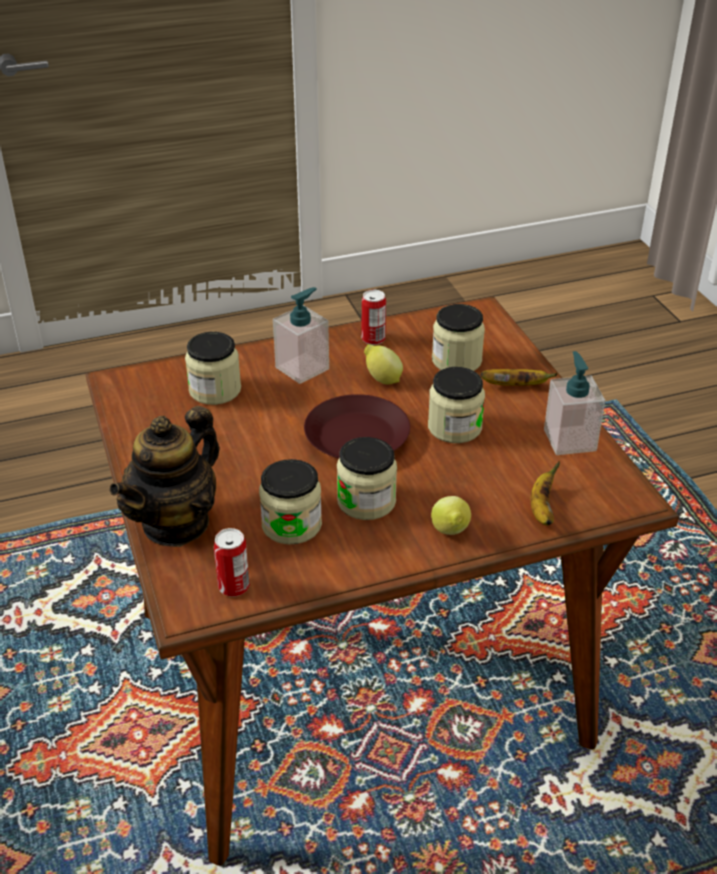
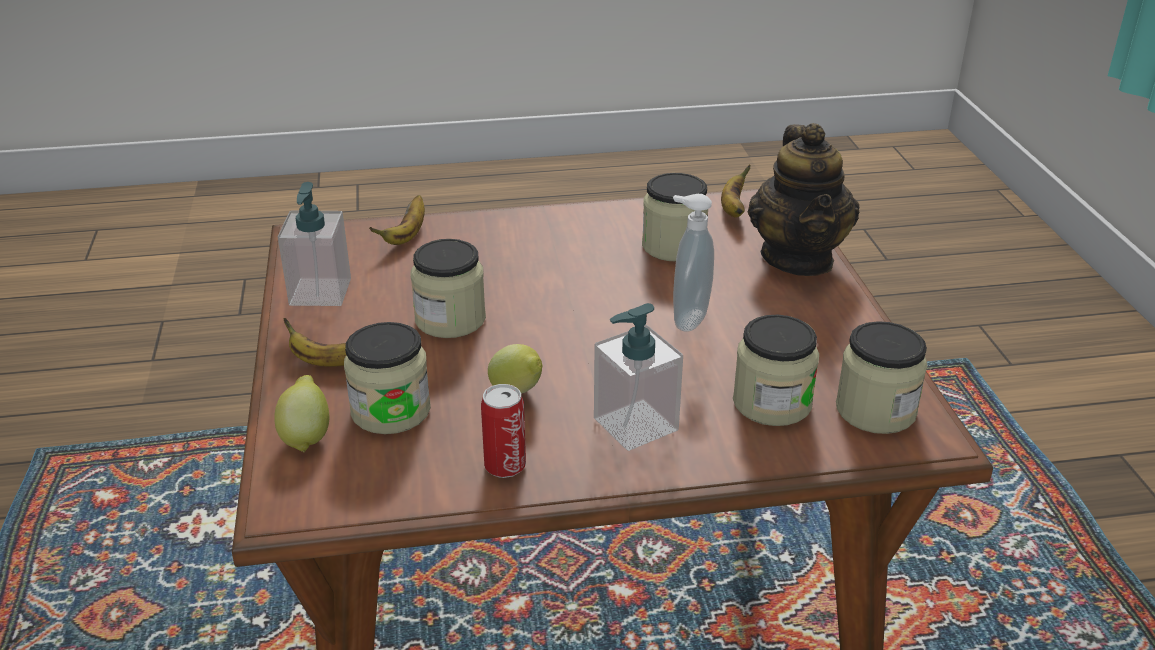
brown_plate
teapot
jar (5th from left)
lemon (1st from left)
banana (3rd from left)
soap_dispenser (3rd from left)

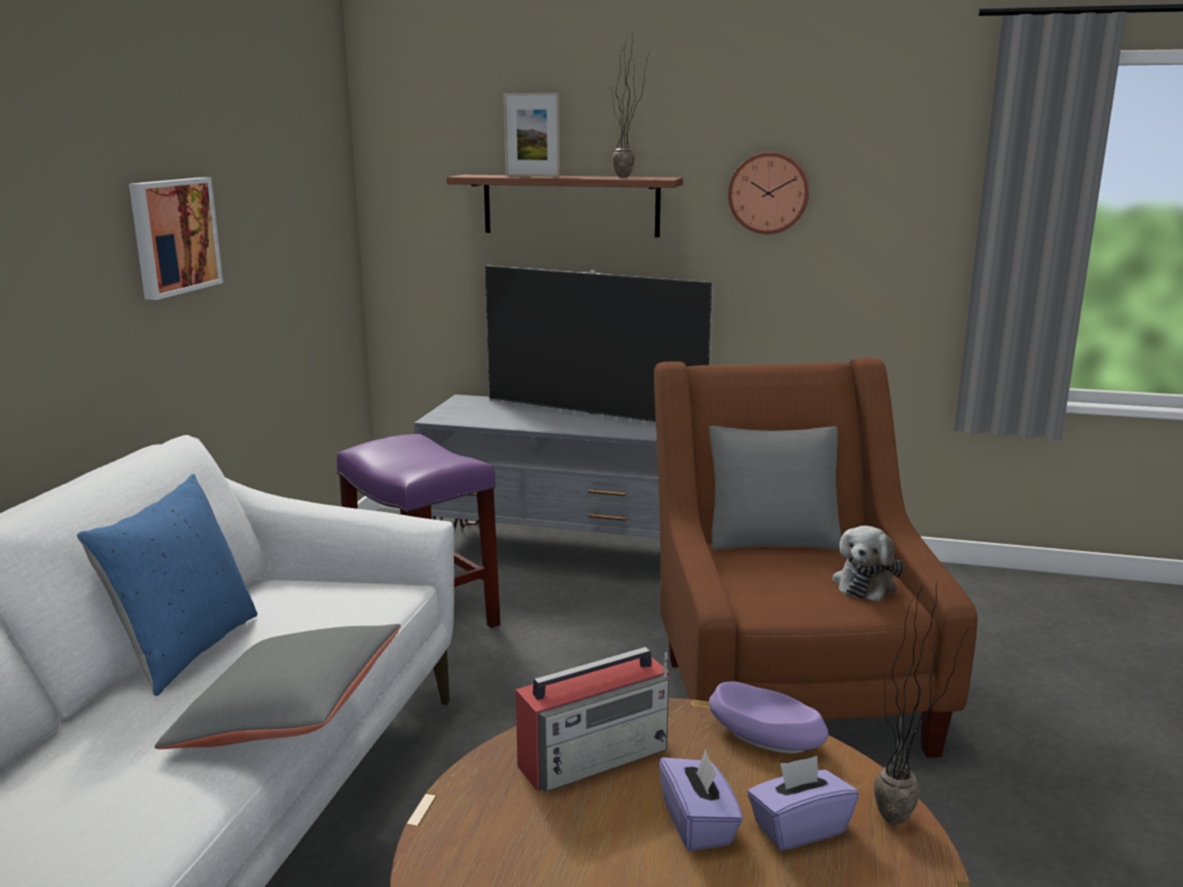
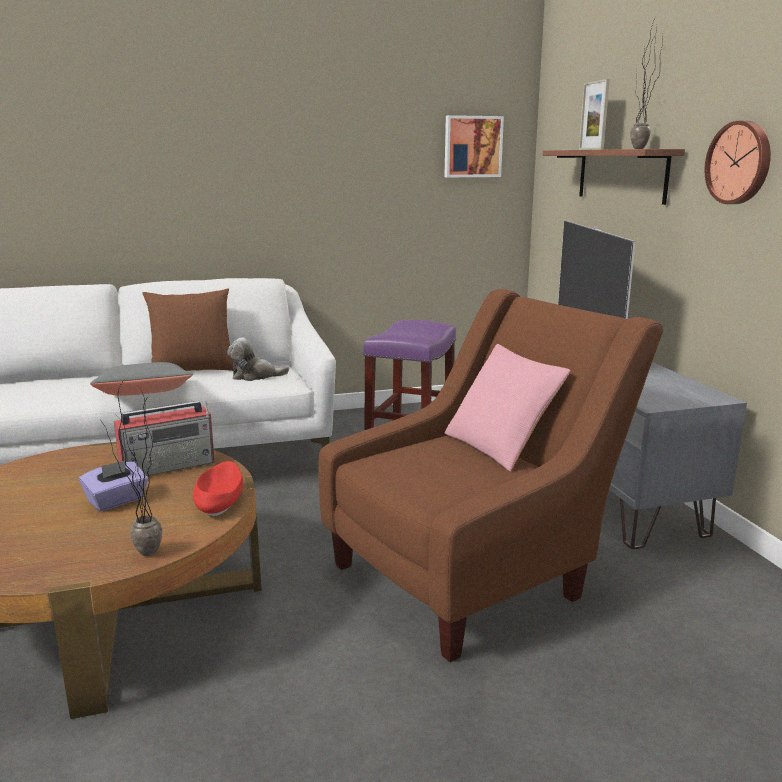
picture
pink_pillow
brown_pillow
plush_toy
radio
red_bowl
purple_tissue_box (2nd from left in the first image)

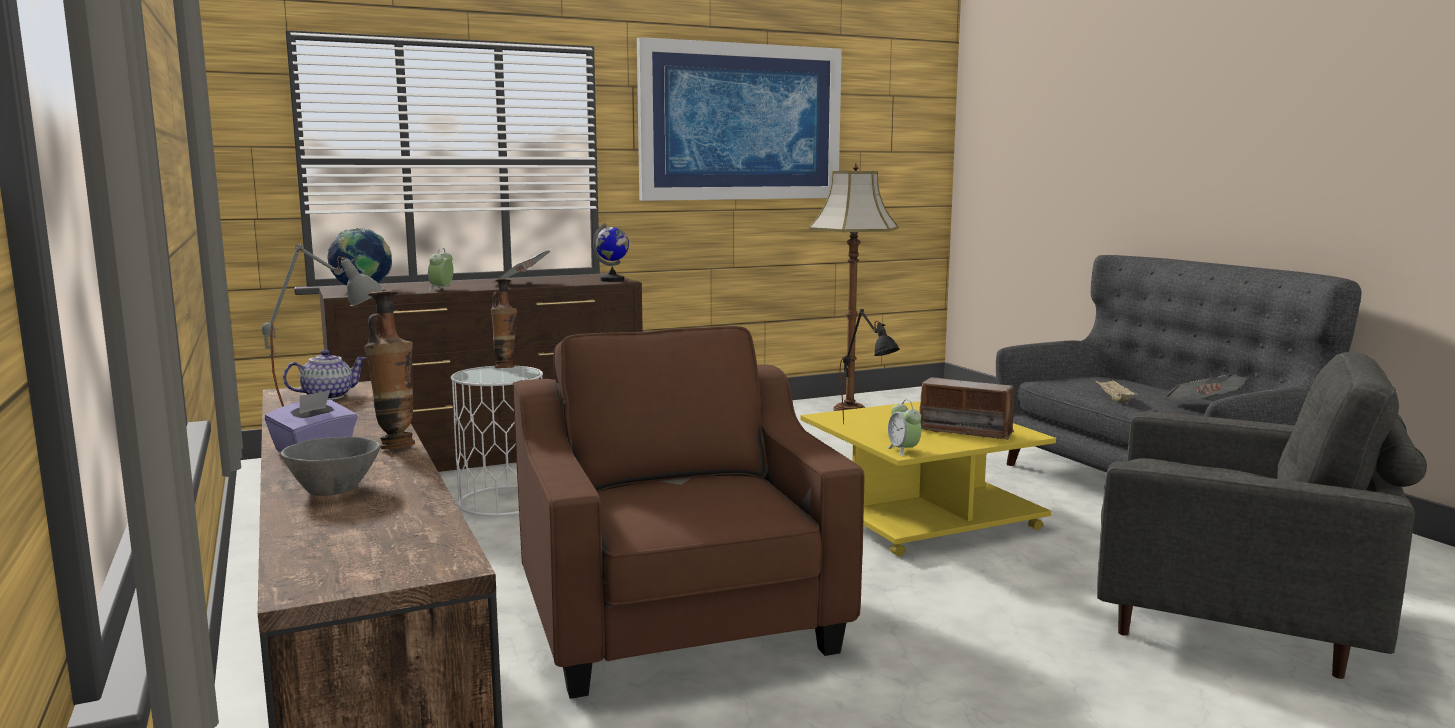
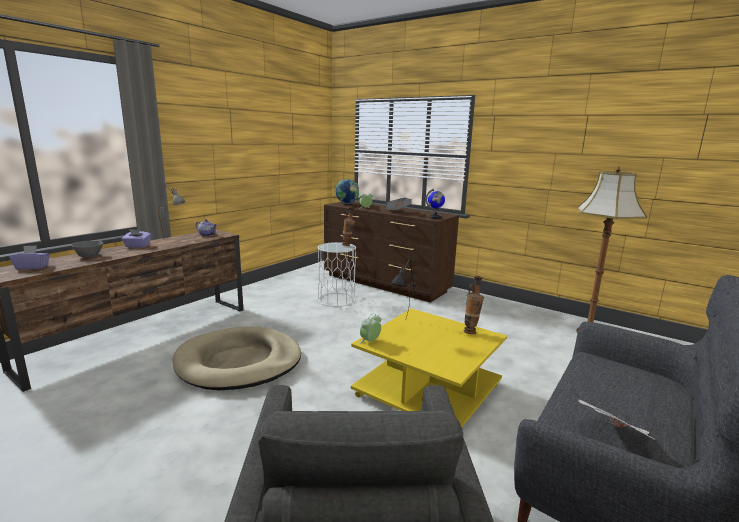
picture
vase (2nd from left)
beige_dog_bed
radio
beige_tray
purple_tissue_box (1st from left)

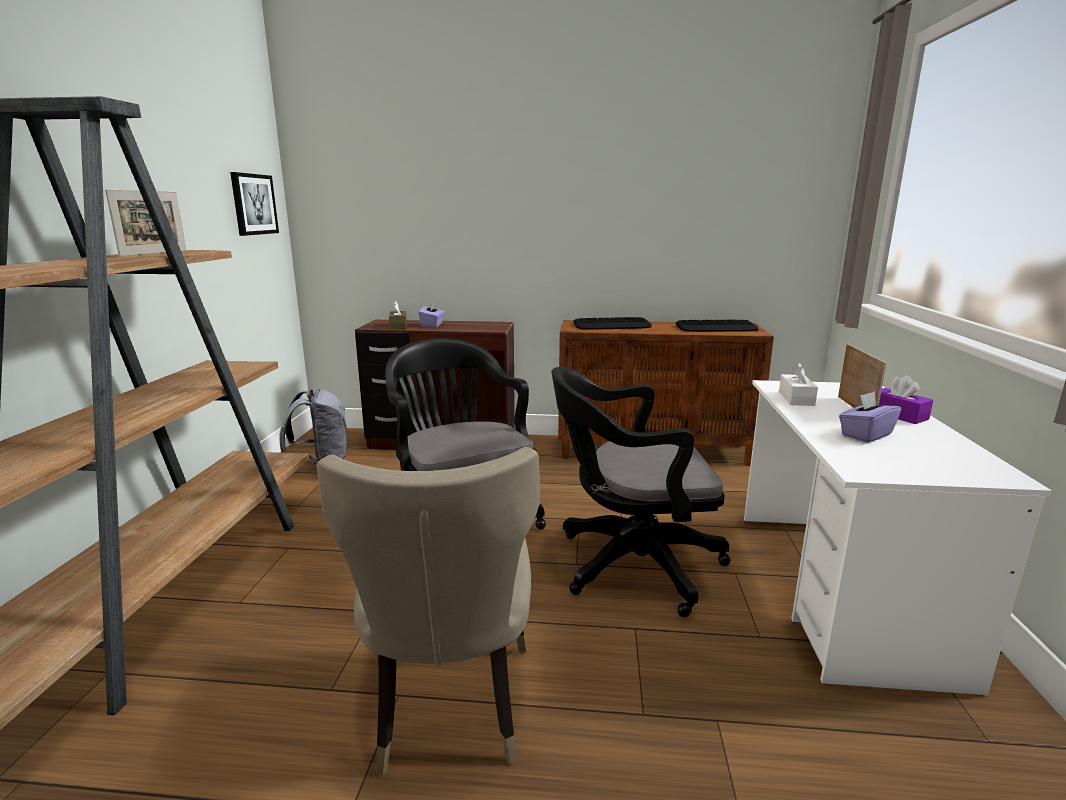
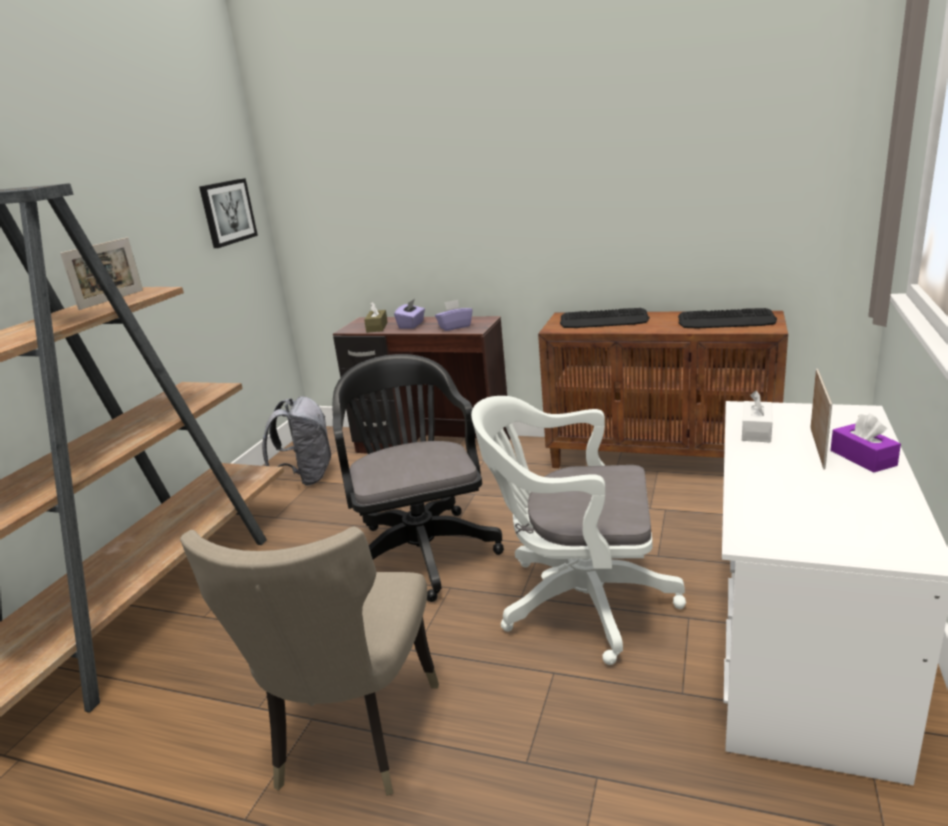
white_office_chair
purple_tissue_box (2nd from left)

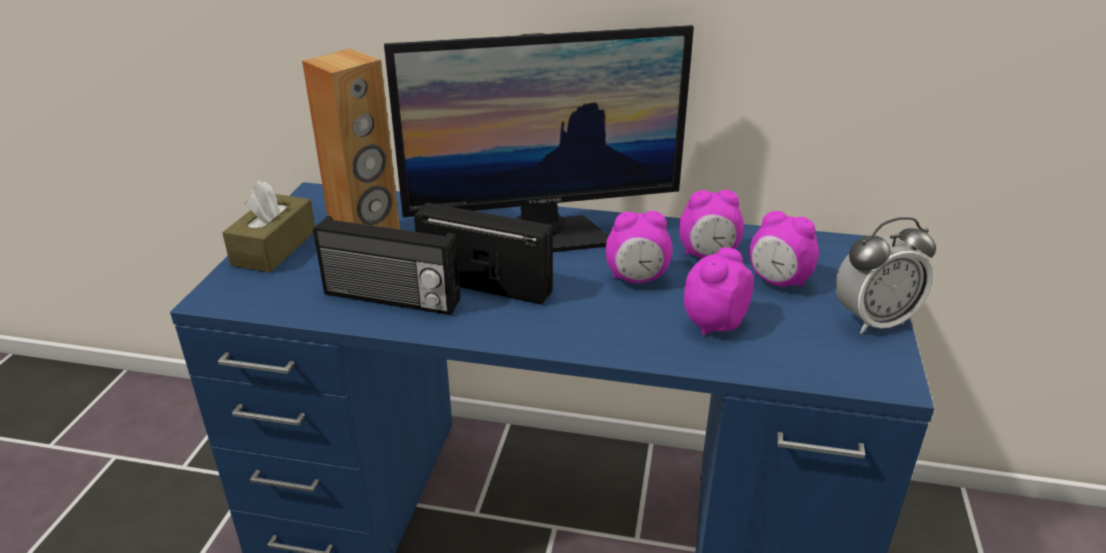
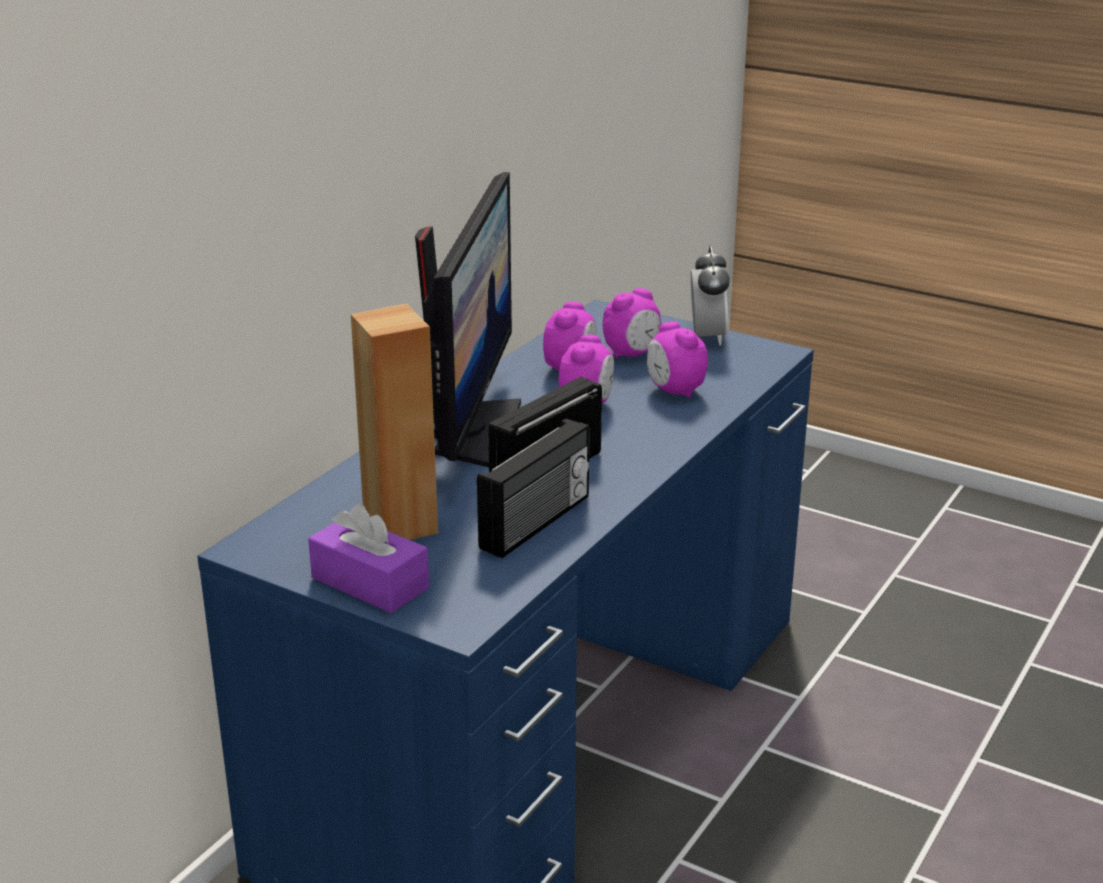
purple_tissue_box

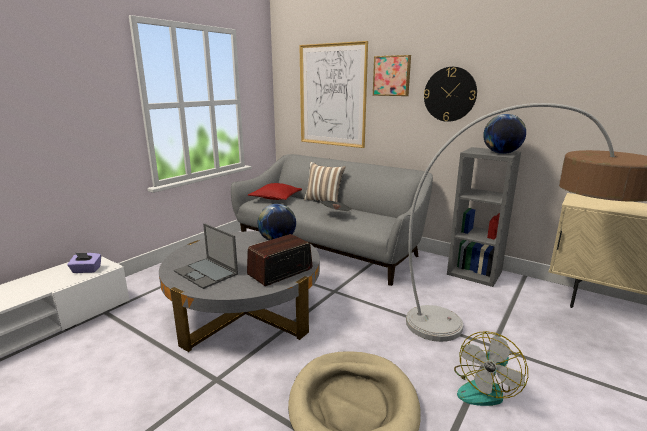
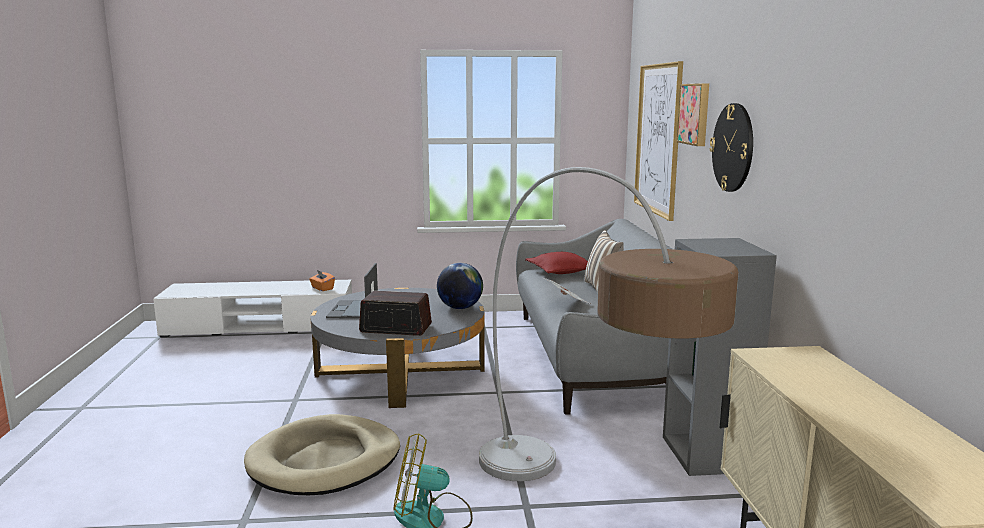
globe (2nd from left in the first image)
orange_tissue_box

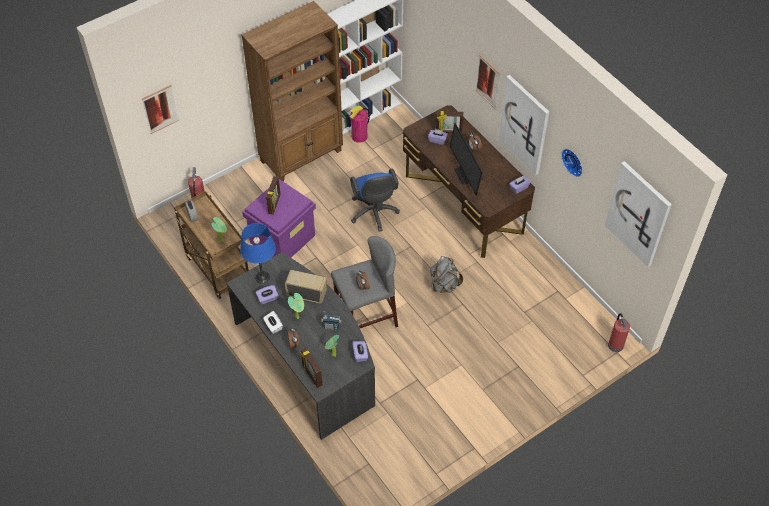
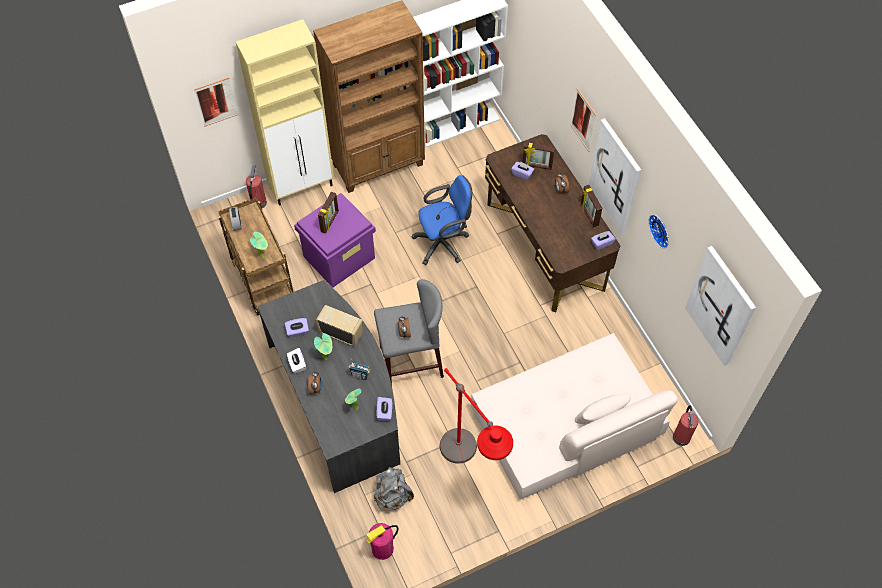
fire_extinguisher (2nd from left)
monitor
blue_office_chair
blue_table_lamp
grey_backpack
picture_frame (3rd from left)
beige_cabinet
beige_sofa
red_floor_lamp

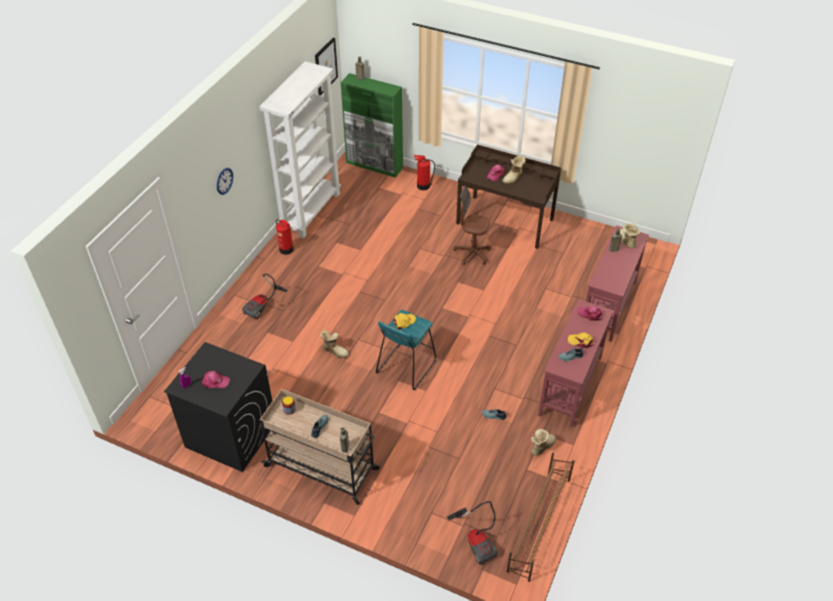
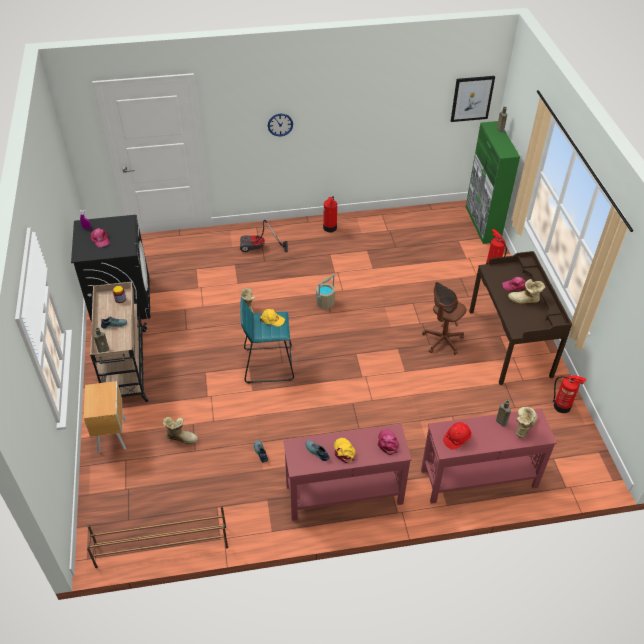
white_bookcase
brown_office_chair
boot (1st from left)
vacuum_cleaner (2nd from left in the first image)
beige_bucket
fire_extinguisher (3rd from left)
brown_nightstand
red_hard_hat

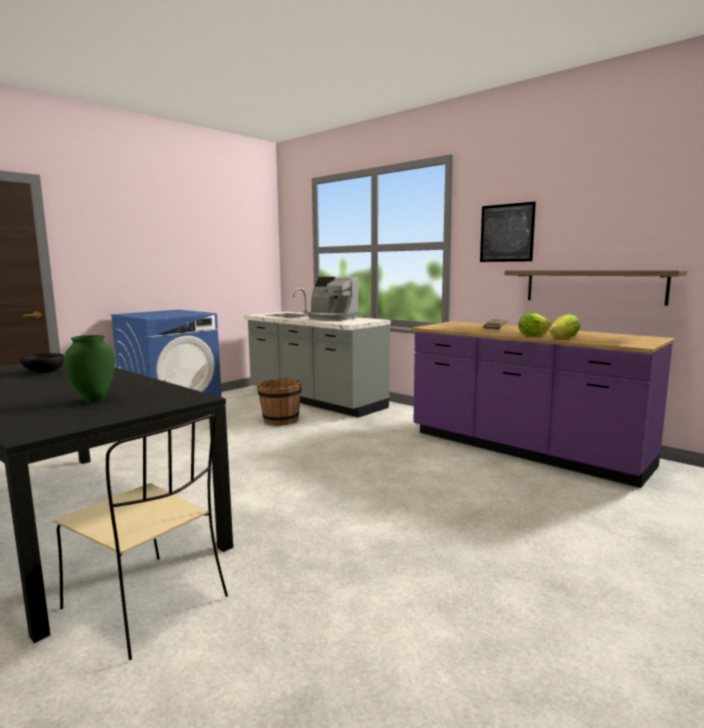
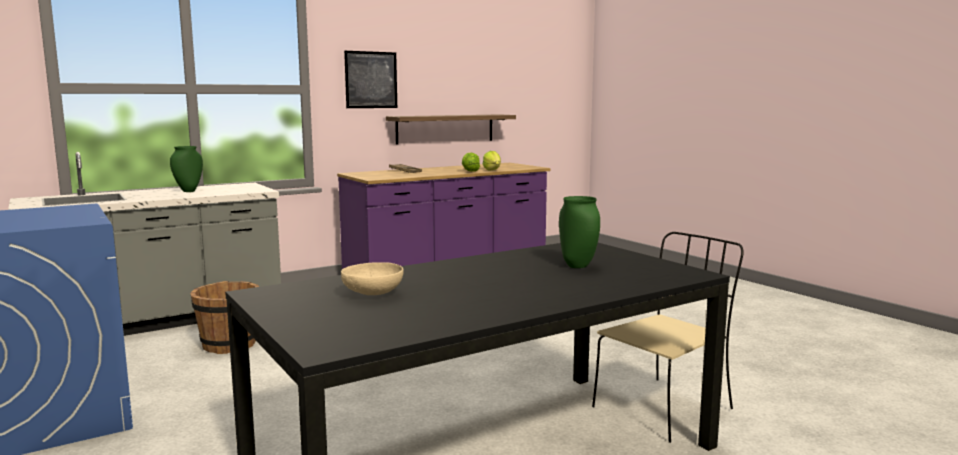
green_vase (1st from left)
beige_bowl

